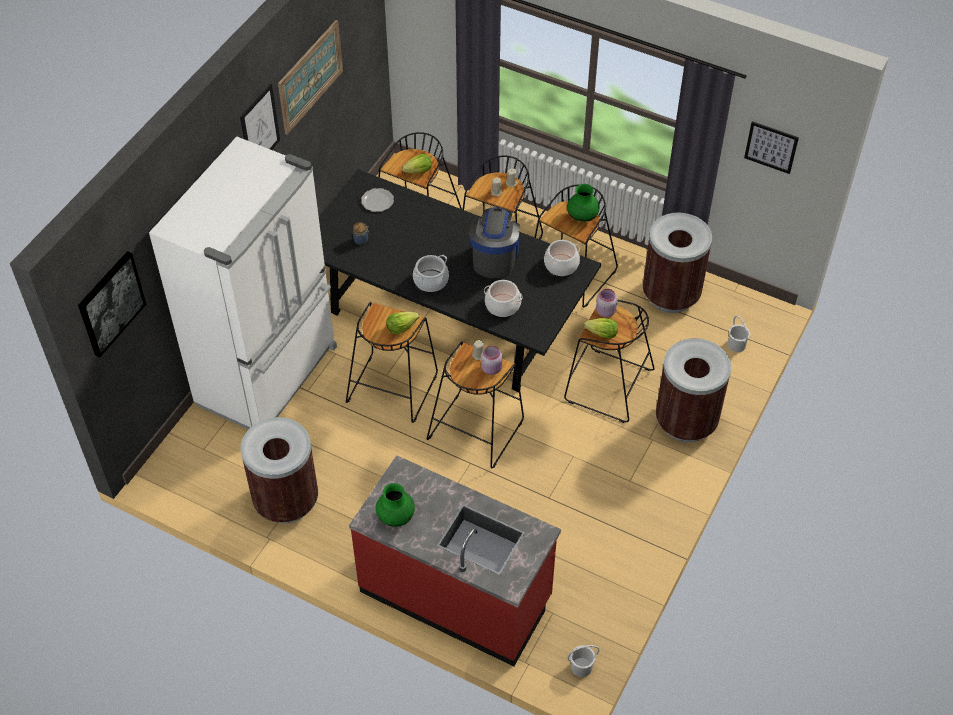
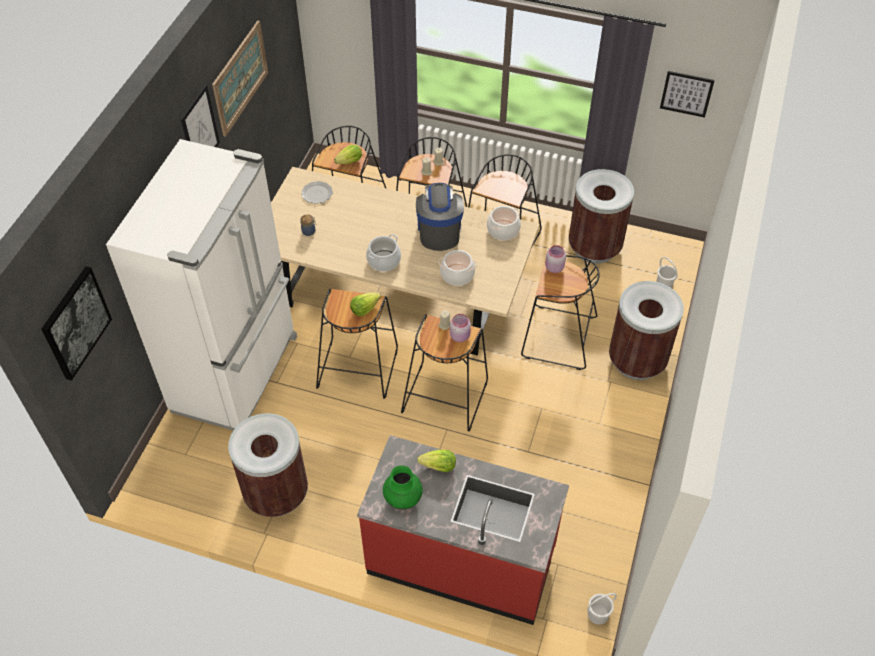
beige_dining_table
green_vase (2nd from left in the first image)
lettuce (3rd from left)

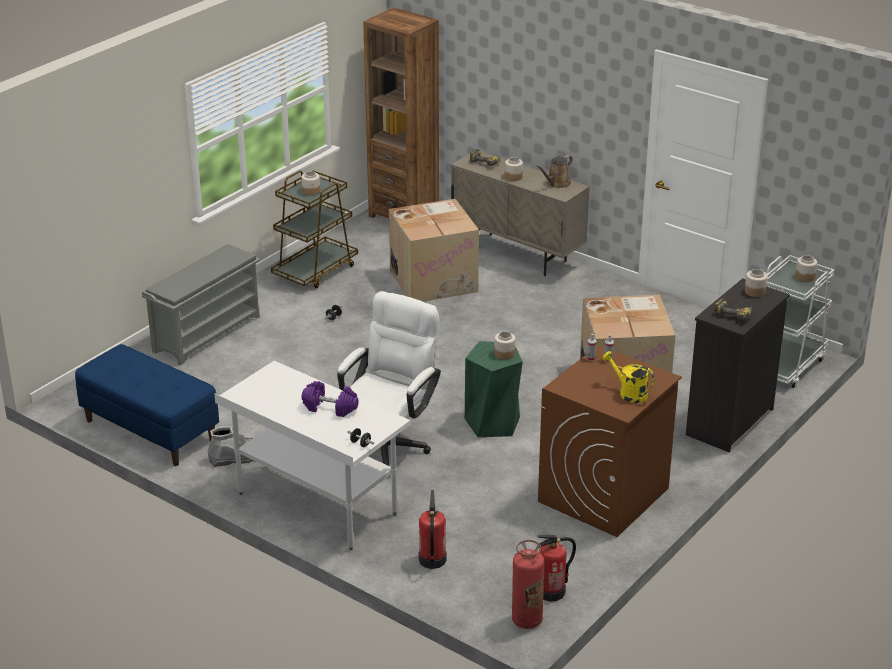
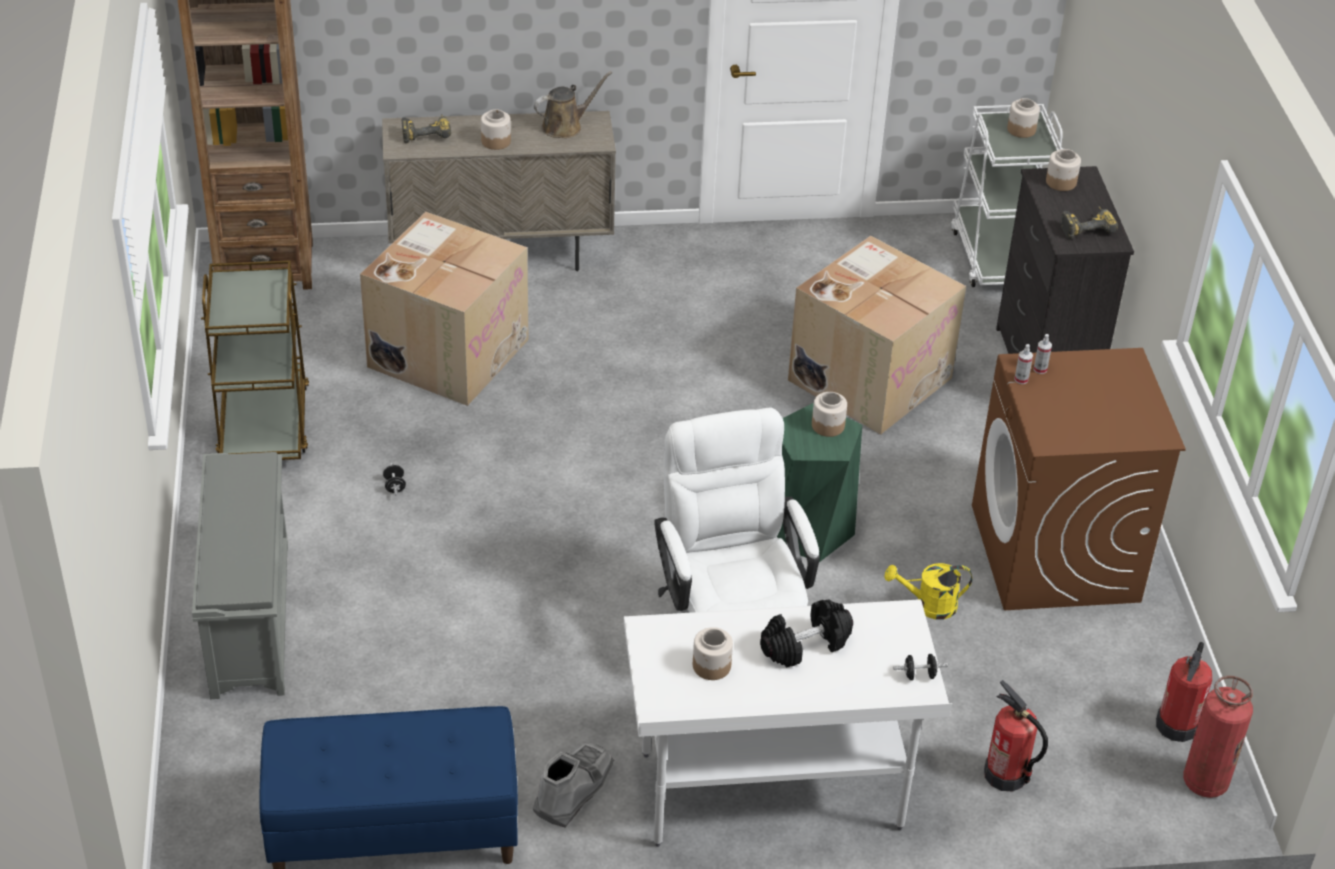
brown_watering_can
jar (2nd from left)
yellow_watering_can
black_dumbbell (2nd from left)

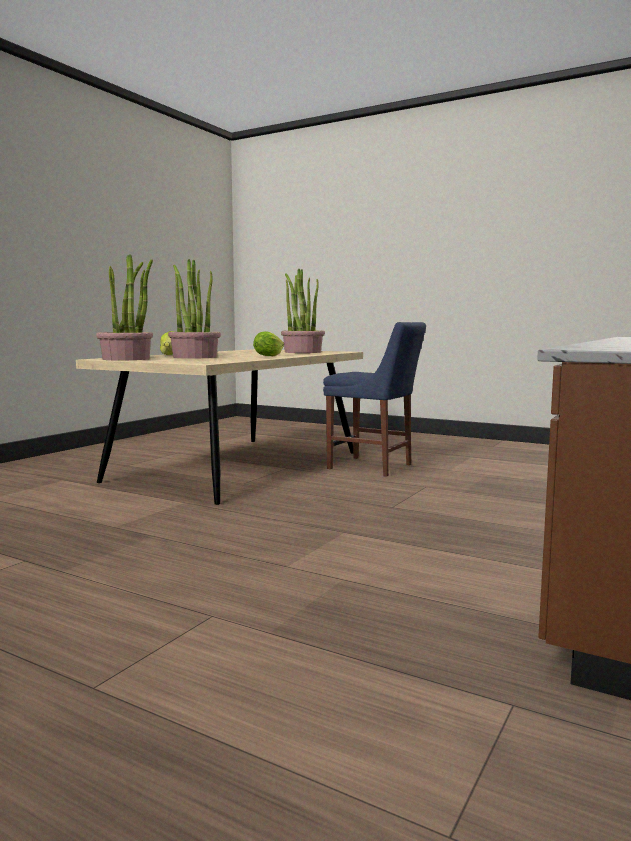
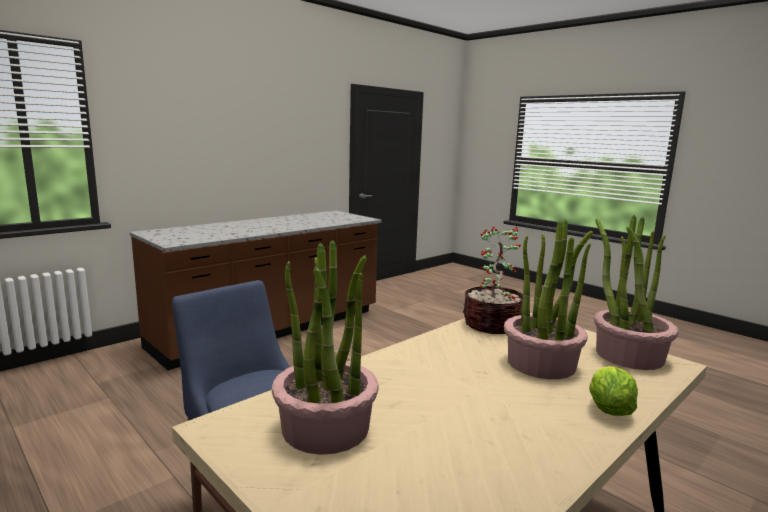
lettuce (2nd from left in the first image)
potted_plant (2nd from left)

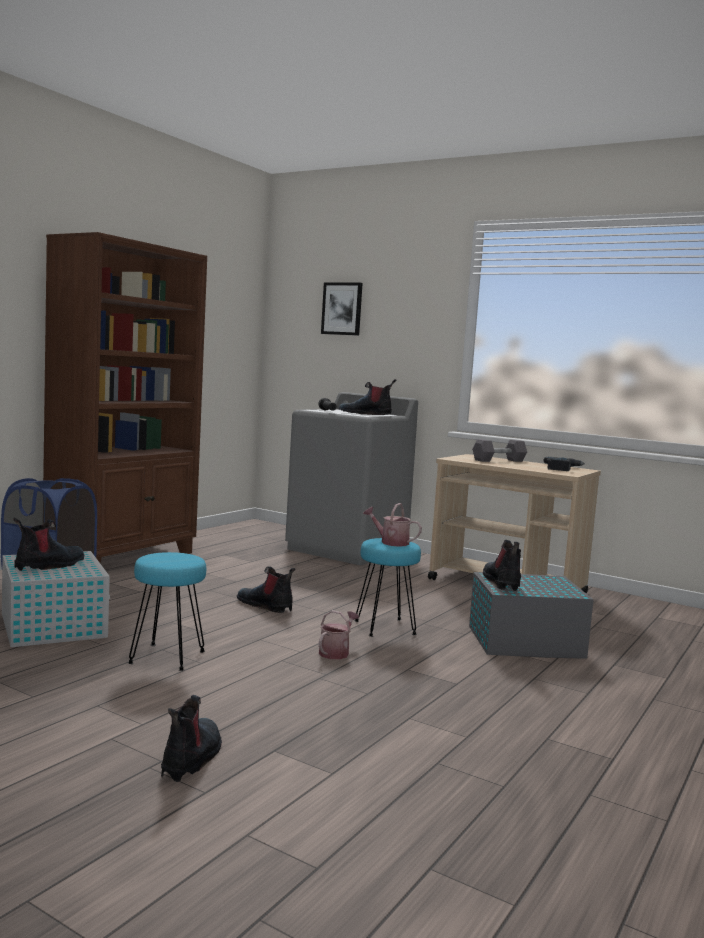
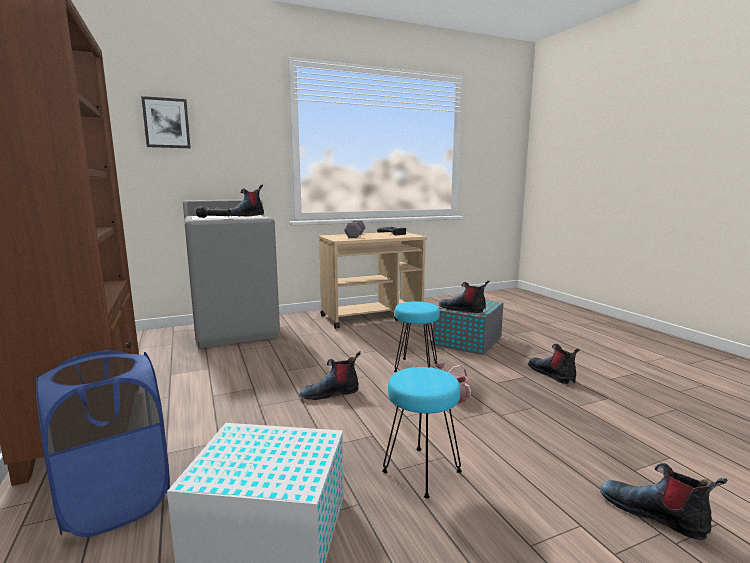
watering_can (2nd from left in the first image)
boot (4th from left)

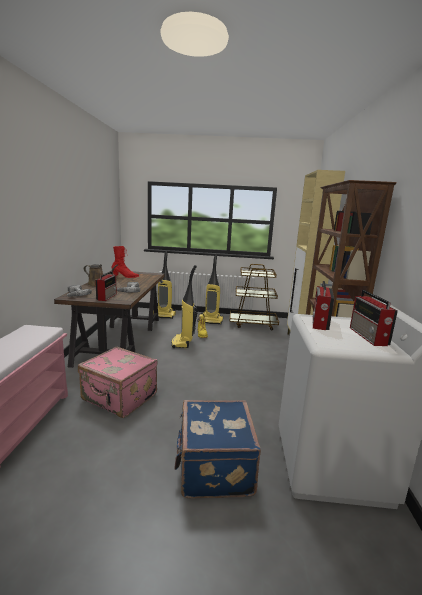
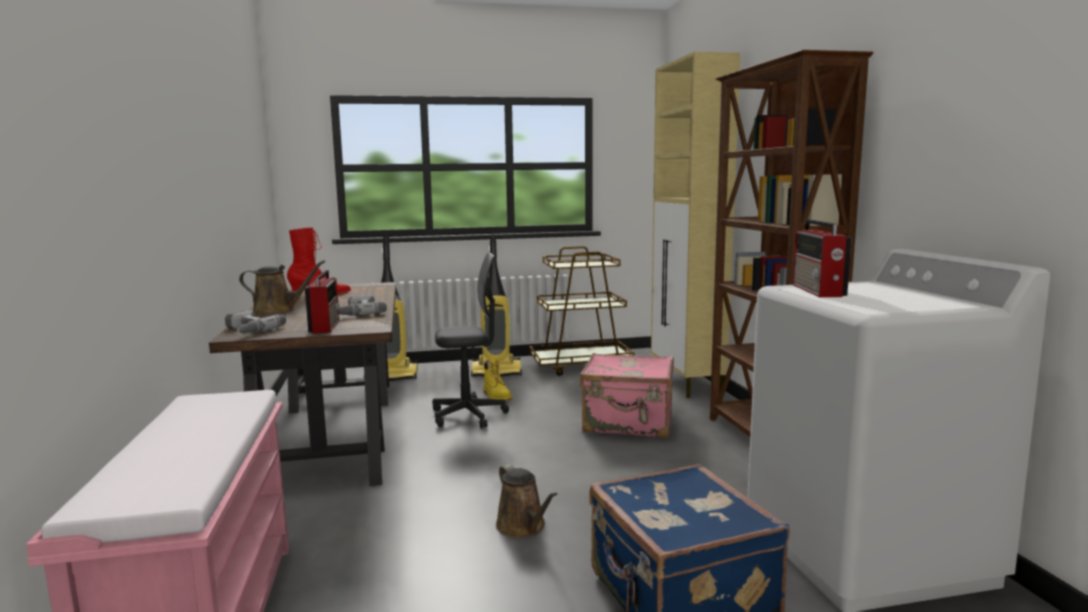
grey_office_chair
radio (3rd from left in the first image)
pink_suitcase
brown_watering_can (2nd from left)

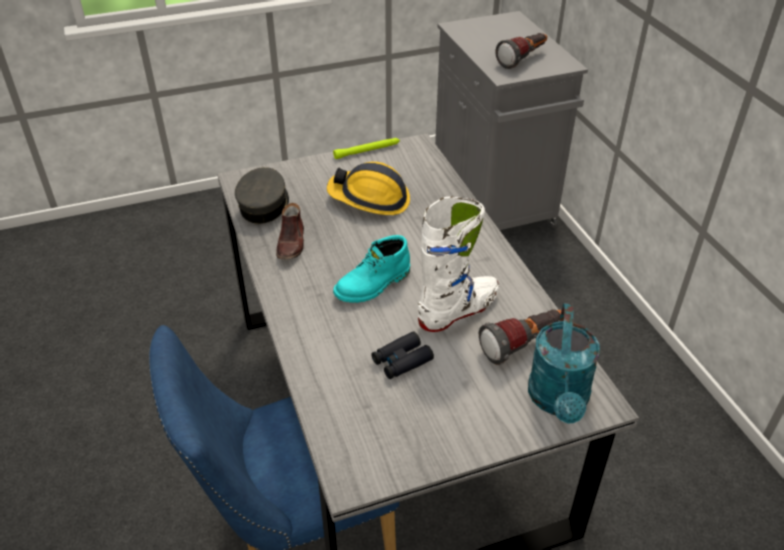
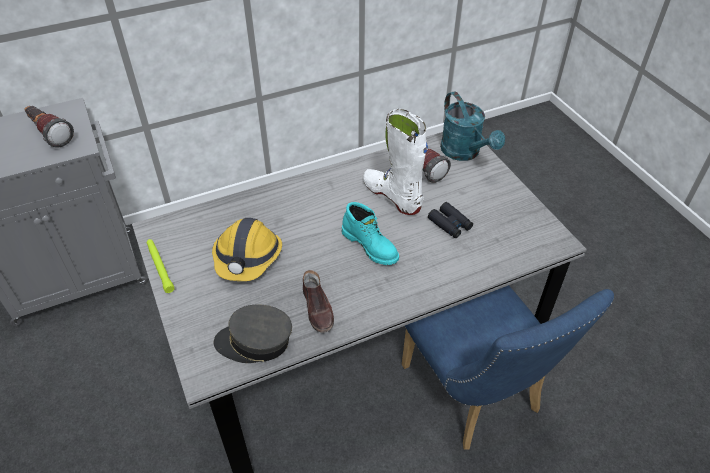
brown_shoe
turquoise_watering_can

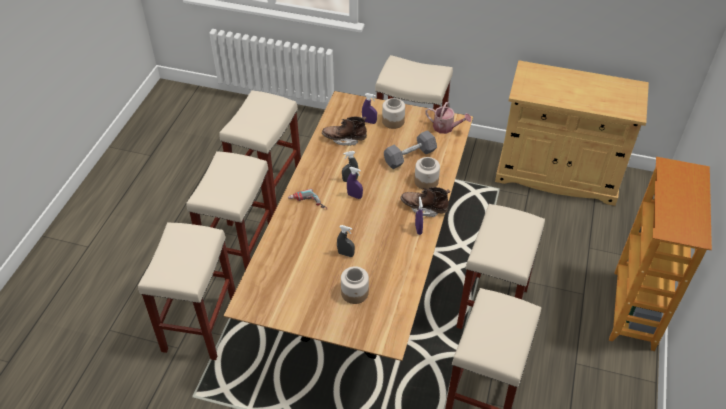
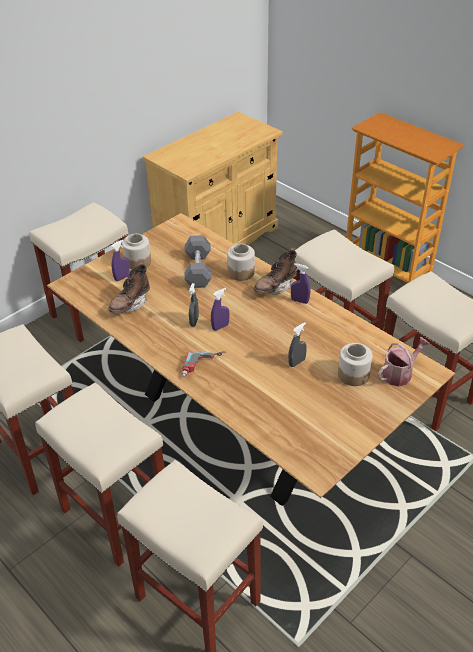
watering_can

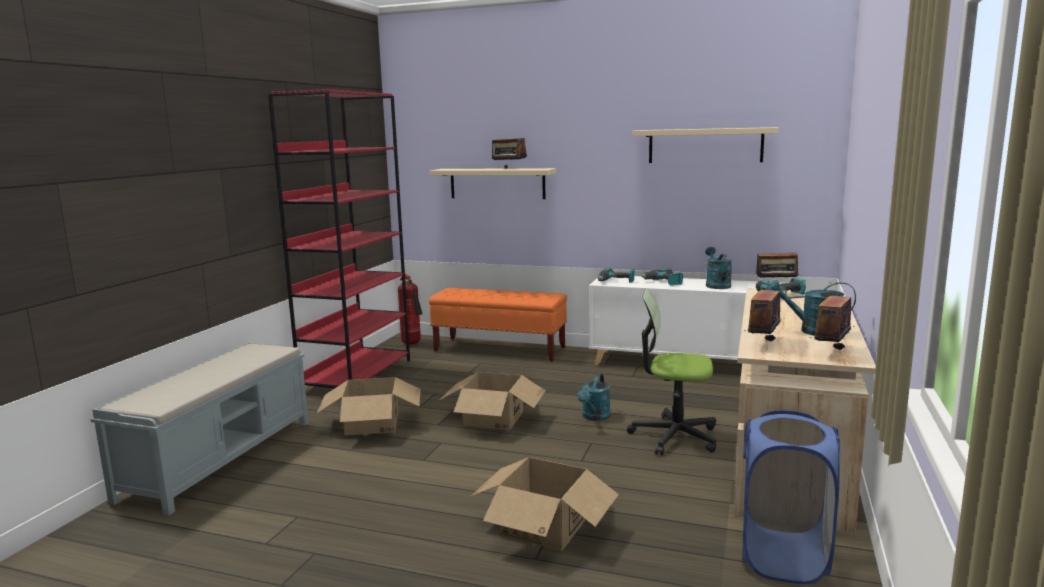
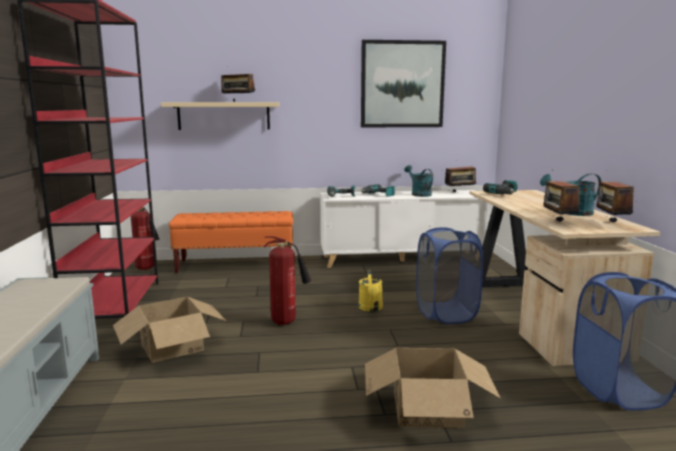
picture
blue_laundry_basket (1st from left)
fire_extinguisher (2nd from left)
yellow_watering_can

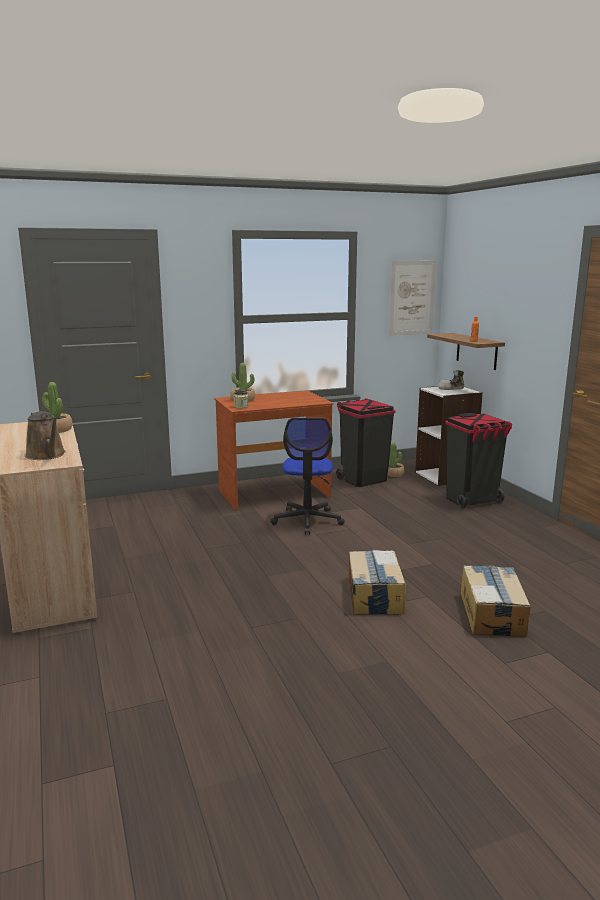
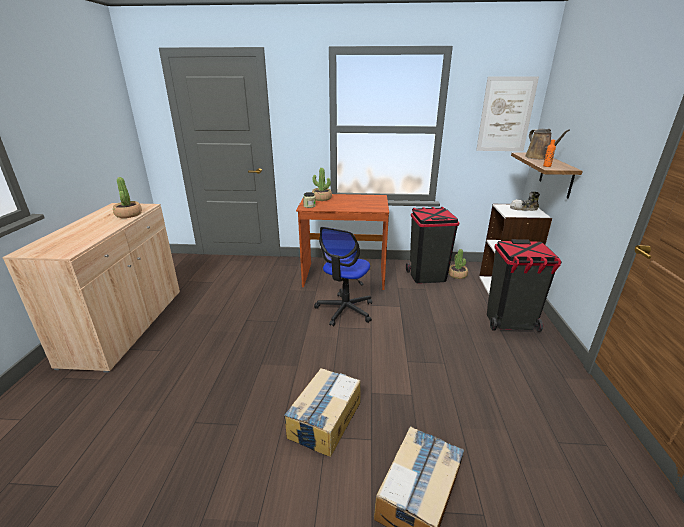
brown_watering_can

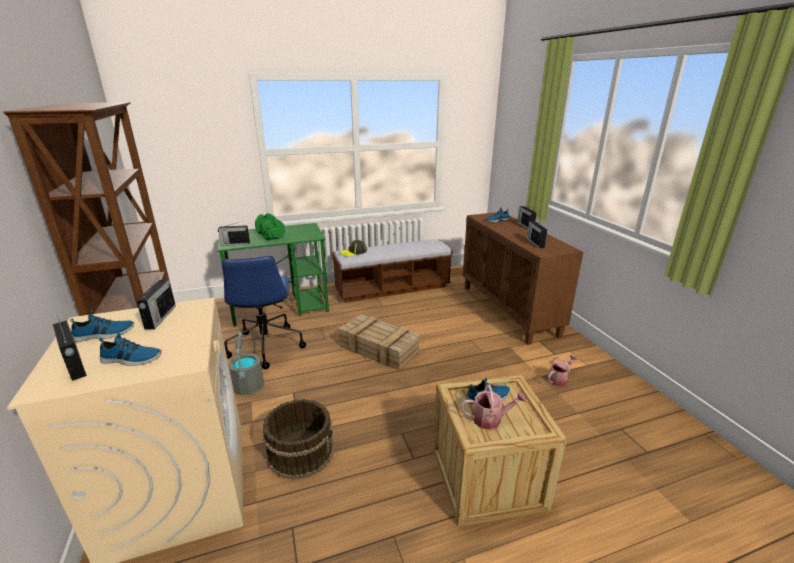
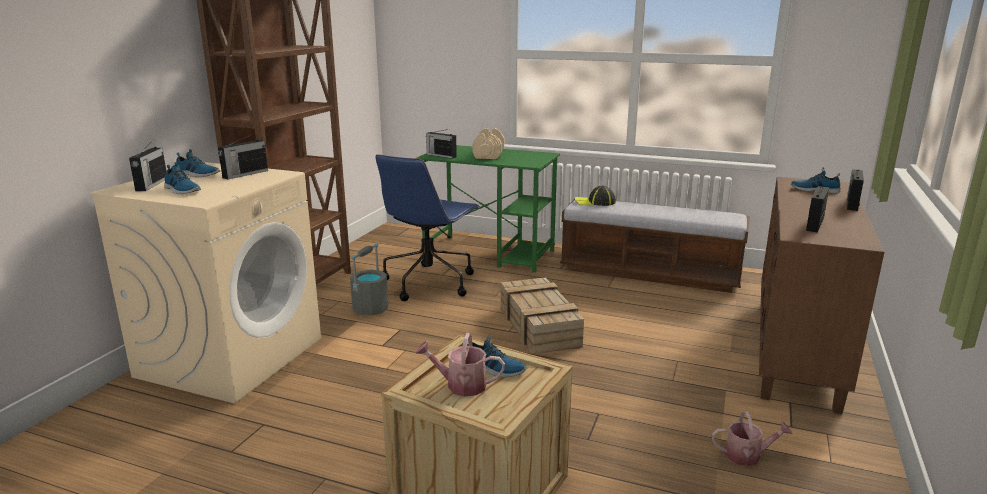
beige_dumbbell
watering_can (1st from left)
brown_bucket

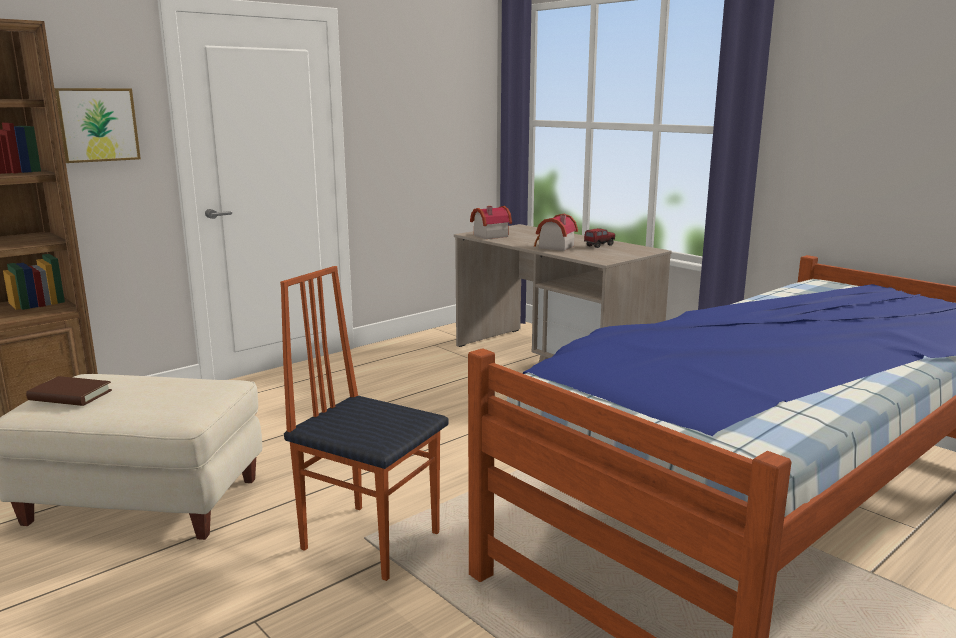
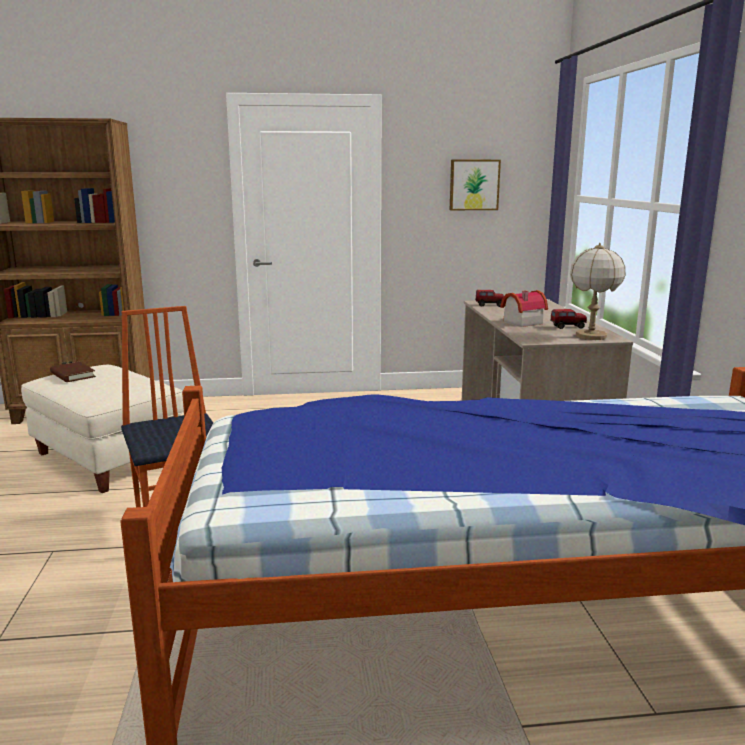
picture
toy_truck (1st from left)
table_lamp

